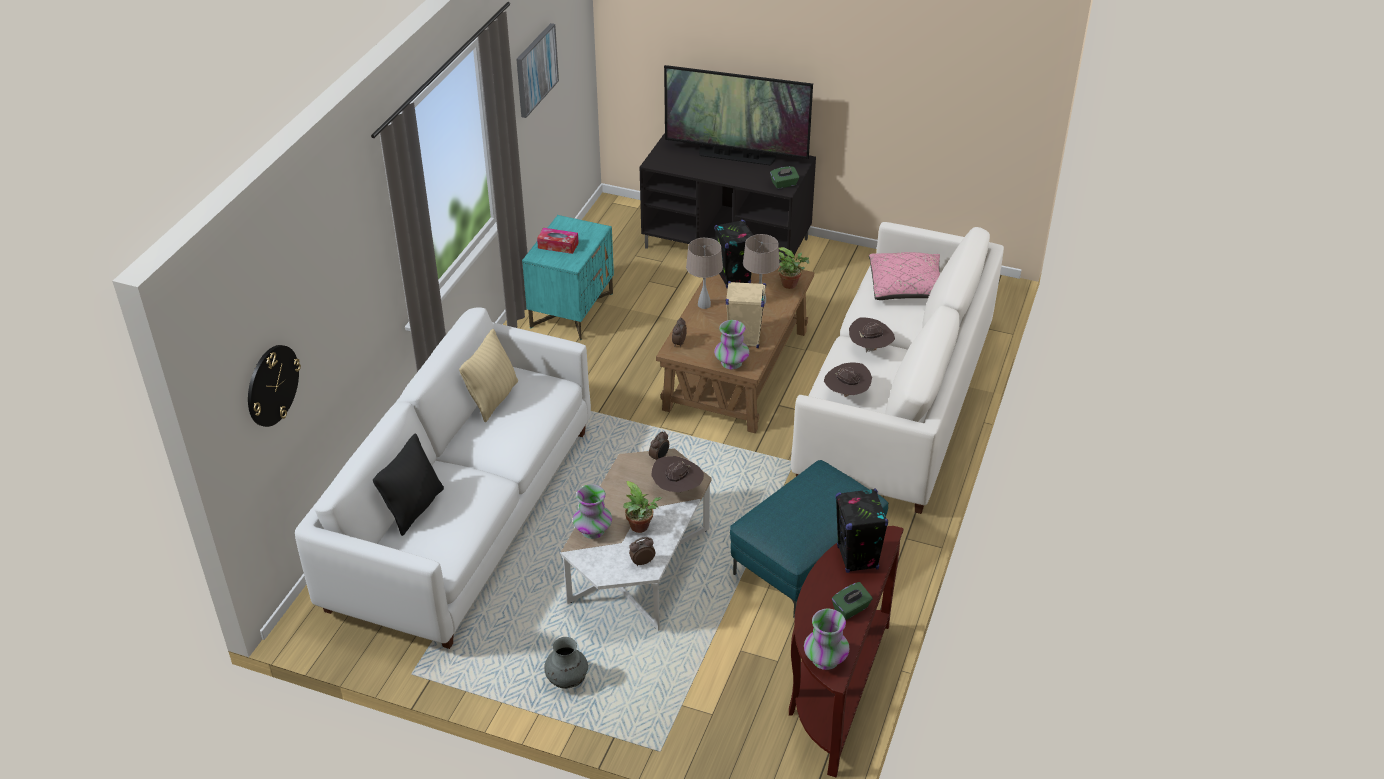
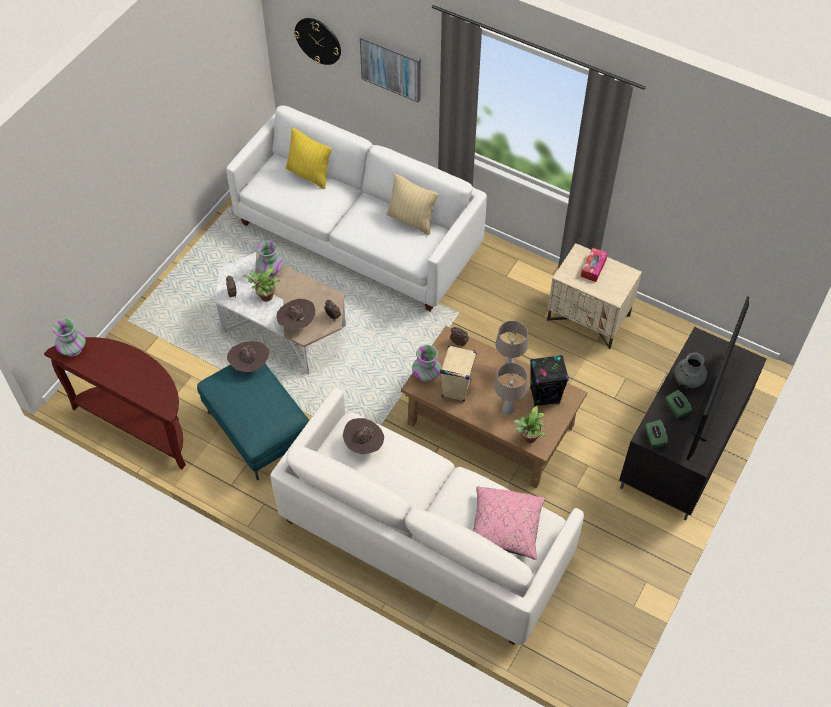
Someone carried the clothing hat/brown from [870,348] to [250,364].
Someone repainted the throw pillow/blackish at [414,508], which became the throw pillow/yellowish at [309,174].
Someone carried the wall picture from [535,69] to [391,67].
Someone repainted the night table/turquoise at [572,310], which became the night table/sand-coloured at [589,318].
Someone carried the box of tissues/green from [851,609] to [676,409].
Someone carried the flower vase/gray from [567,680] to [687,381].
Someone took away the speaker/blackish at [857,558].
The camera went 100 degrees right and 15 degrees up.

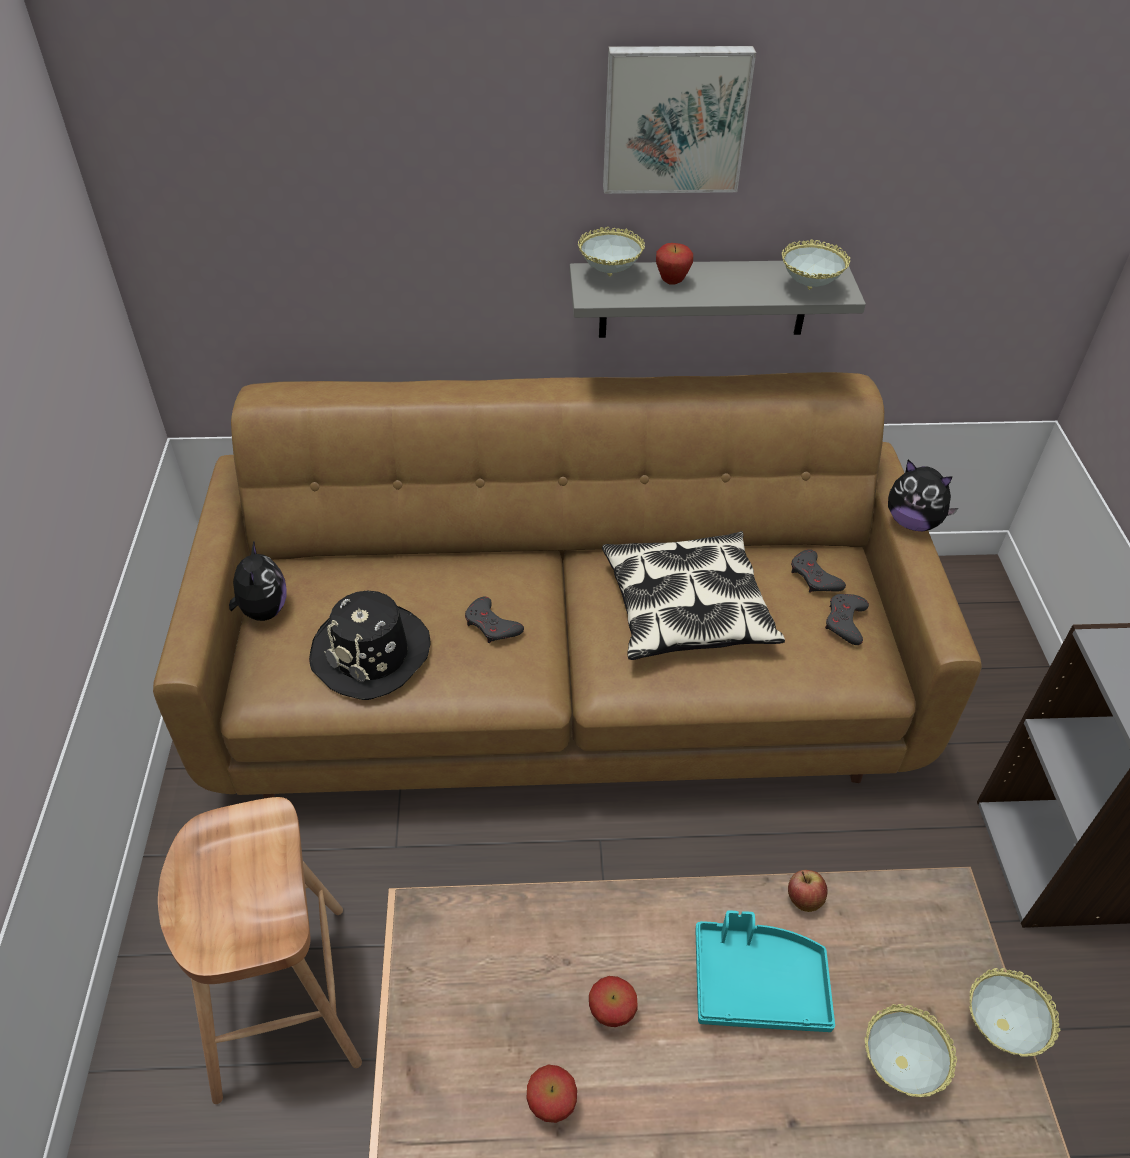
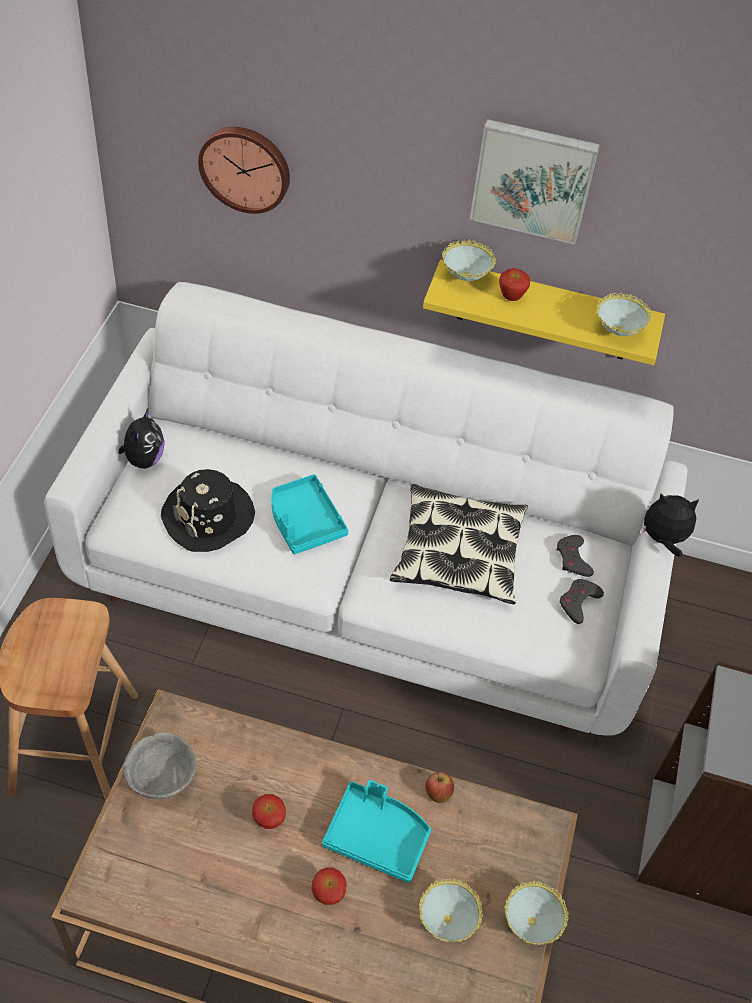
Someone repainted the couch/brown at [563,680], which became the couch/white-coloured at [368,577].
Someone put down the deep dish/gray at [163,779].
Someone put up the clock on the wall at [246,167].
Someone swapped the game controller/gray at [492,625] for the carrying tray/turquoise at [304,522].
Someone carried the apple from [551,1106] to [328,895].
Someone repainted the bracket shelf/gray at [704,299], which became the bracket shelf/yellowish at [545,312].
Someone rotated the cuddly toy at [912,522] by 135 degrees clockwise.
The camera went 15 degrees right and 5 degrees up.

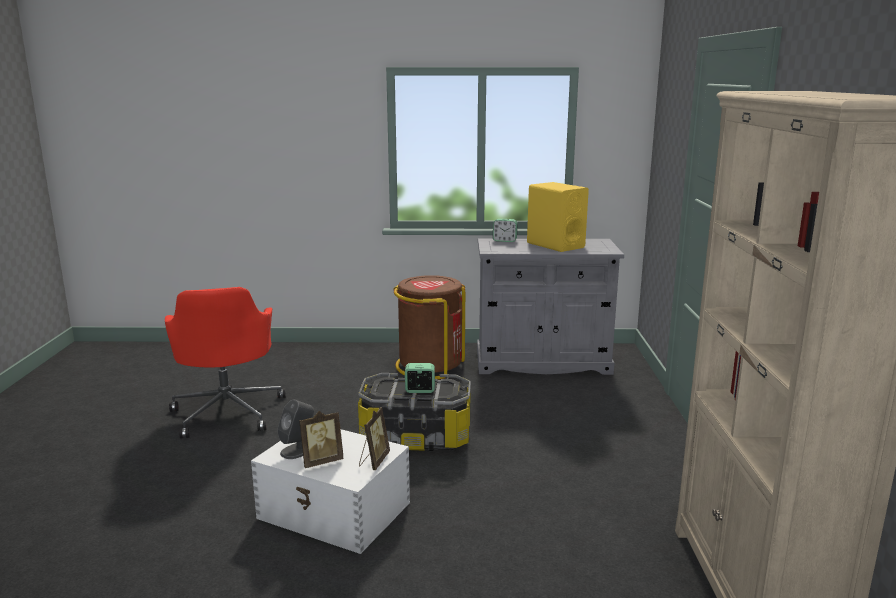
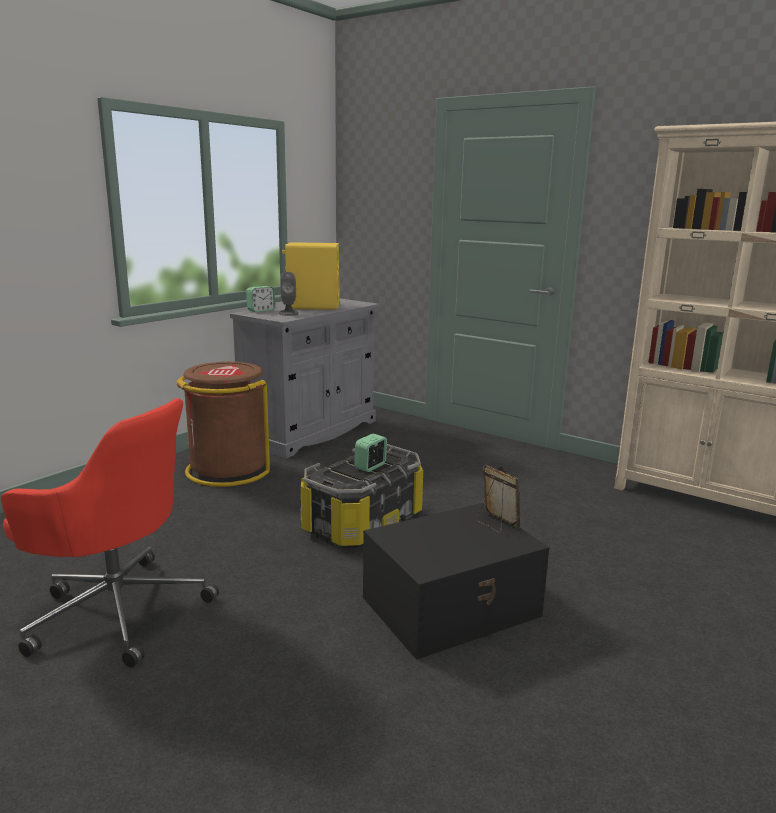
Someone carried the speaker/gray from [298,450] to [288,313].
Someone repainted the storage bin/white-coloured at [335,511], which became the storage bin/blackish at [453,606].
Someone took away the photo frame at [321,461].
The camera went 55 degrees left and 0 degrees up.

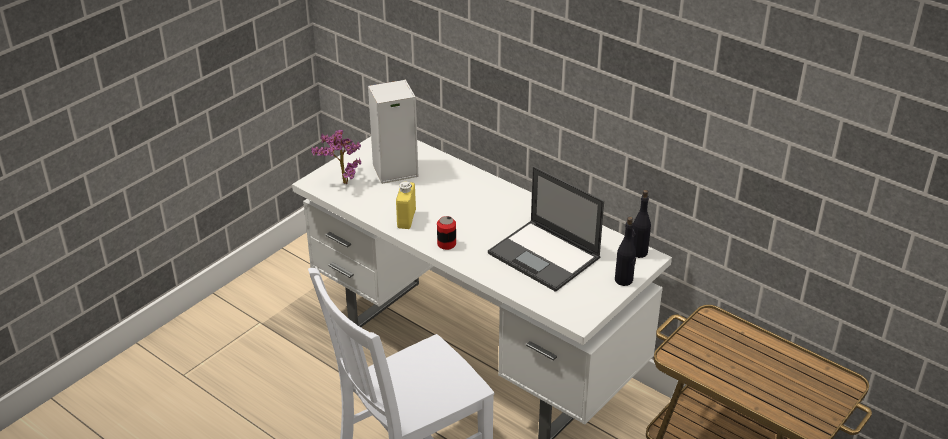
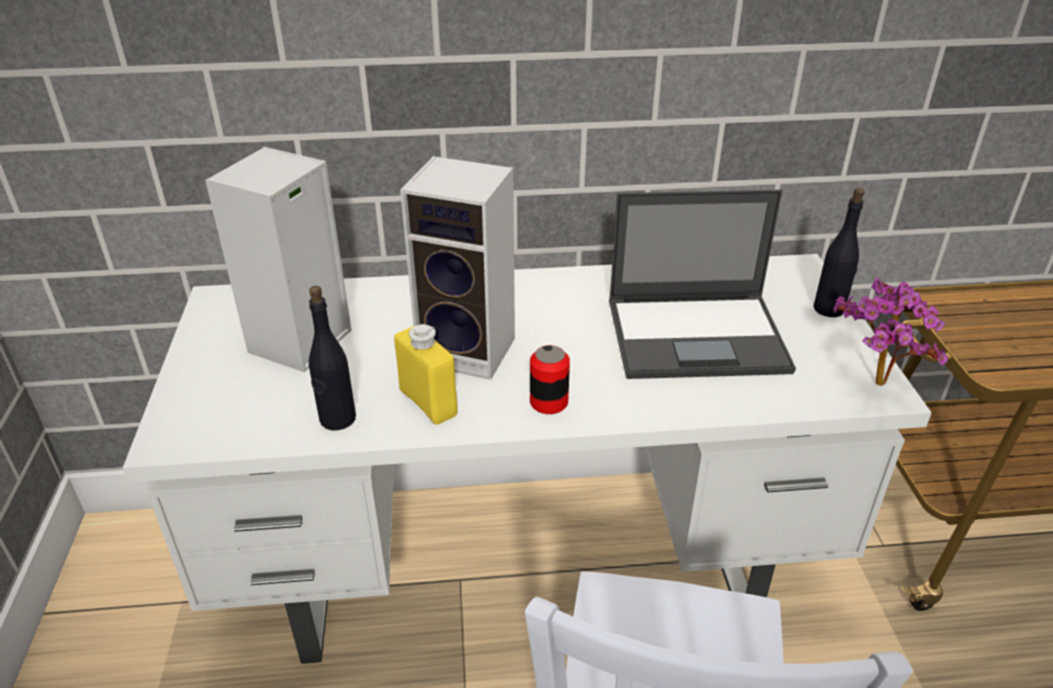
Someone carried the drink bottle/blackish from [638,252] to [337,419].
Someone put down the speaker at [471,350].
Someone carried the houseplant from [341,182] to [873,386].
The camera went 45 degrees left and 0 degrees up.

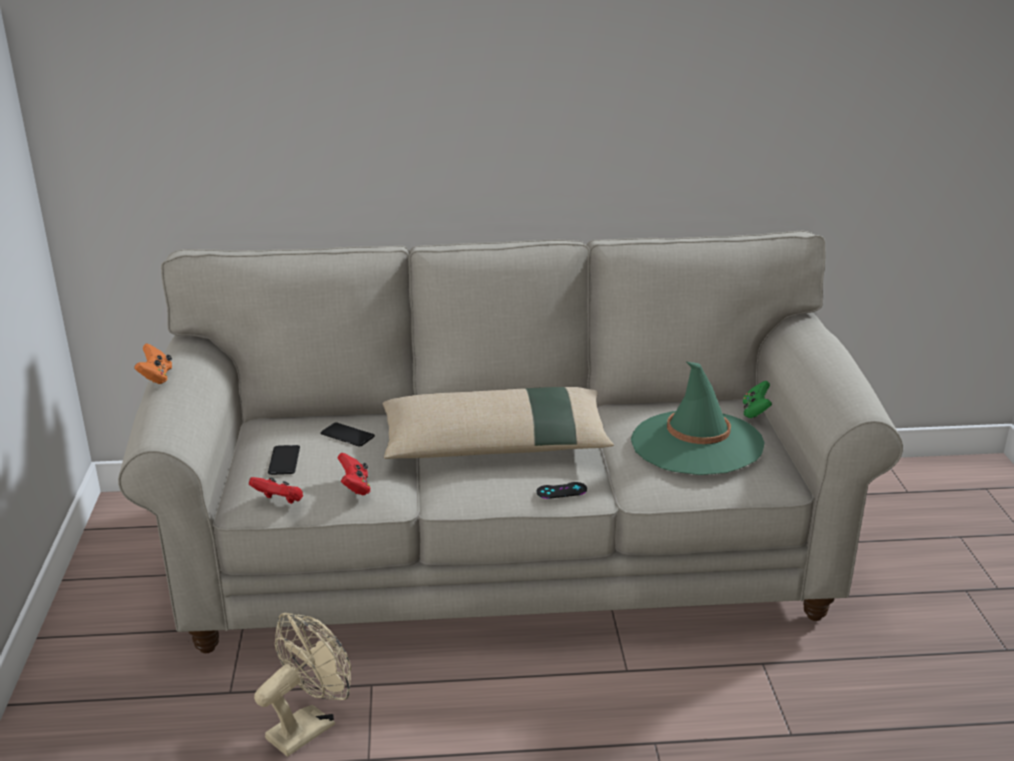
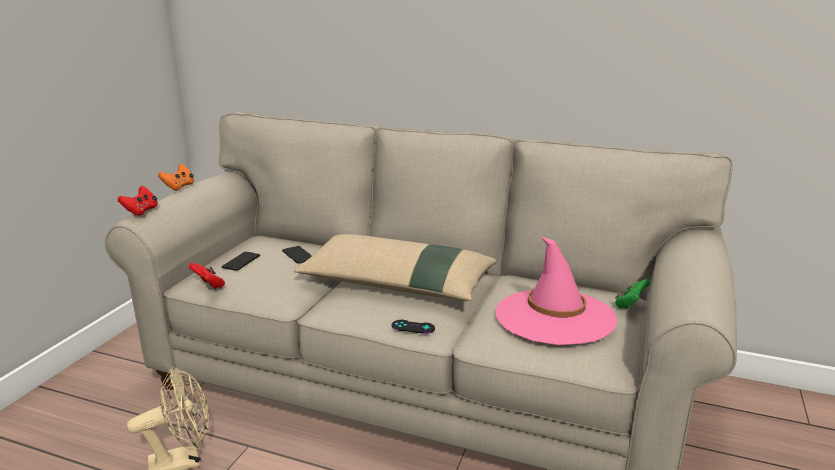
Someone carried the game controller/reddish from [355,487] to [141,211].
Someone repainted the clothing hat/green at [696,443], which became the clothing hat/pink-coloured at [554,317].
The camera went 25 degrees right and 5 degrees down.

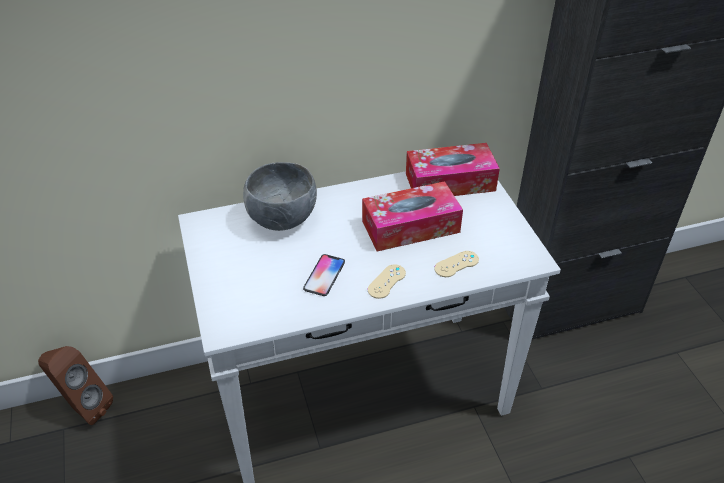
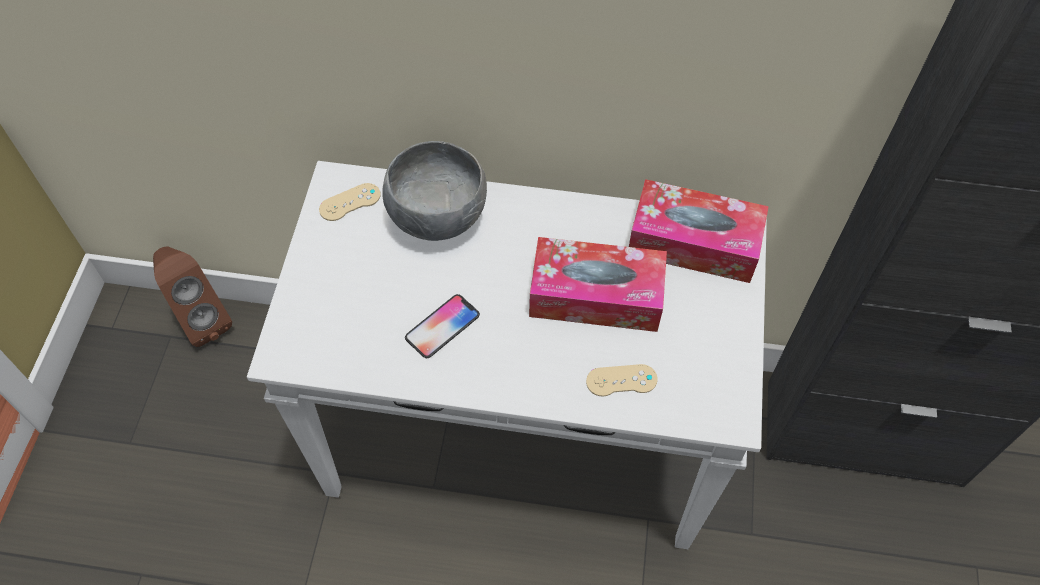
Someone carried the game controller/sand-coloured from [386,281] to [350,202].
The camera went 25 degrees right and 15 degrees up.

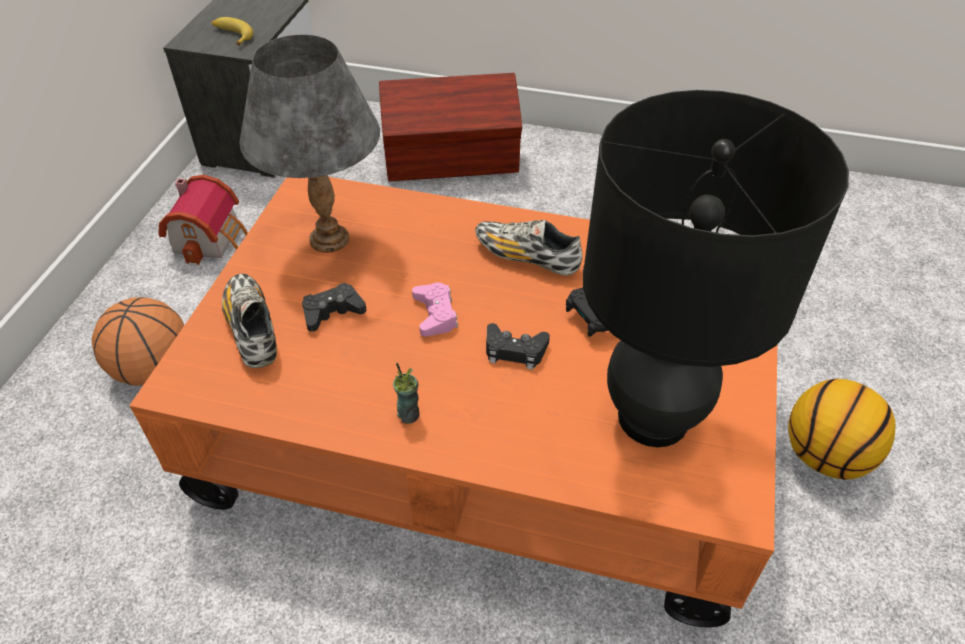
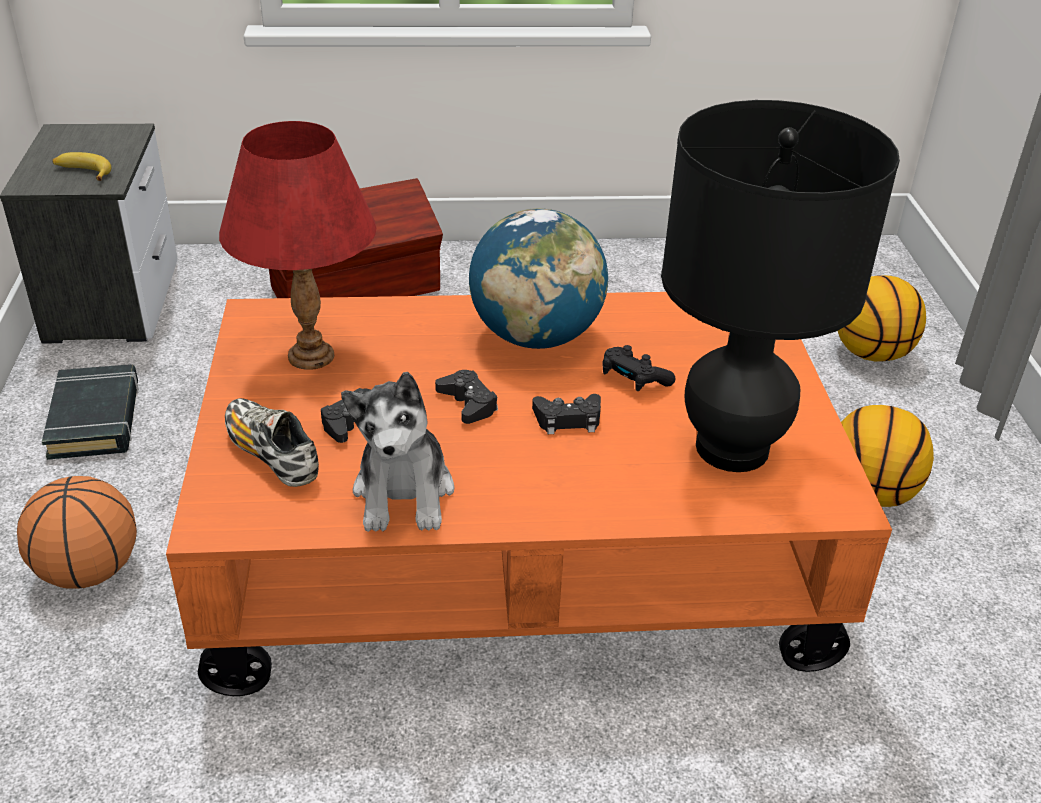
Someone swapped the miniature house at [211,238] for the bound book/blackish at [95,419].
Someone repainted the tabletop lamp/gray at [330,239], which became the tabletop lamp/reddish at [312,356].
Someone put down the cuddly toy at [404,493].
Someone repainted the game controller/pink-coloured at [435,314], which became the game controller/blackish at [468,403].
Someone swapped the item of footwear at [526,257] for the globe at [536,336].
Someone put down the basketball at [871,353].
Someone took away the drinking cup at [409,414].
The camera went 20 degrees left and 10 degrees down.

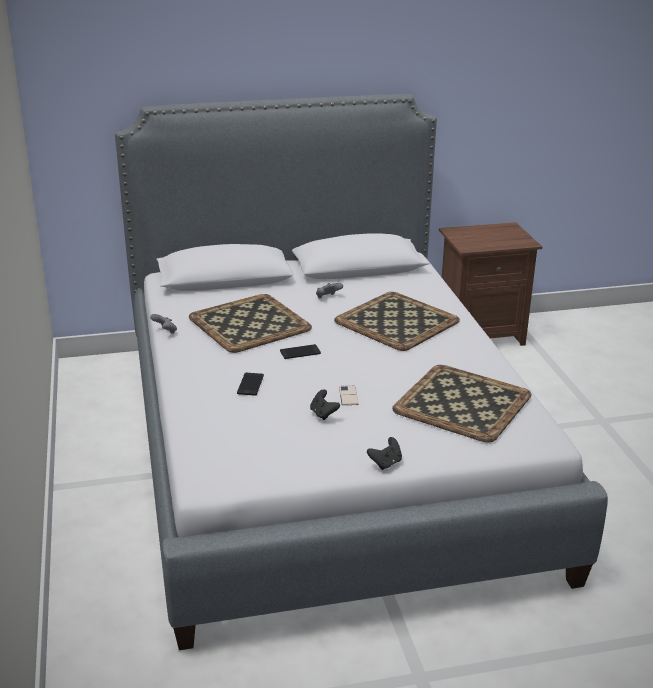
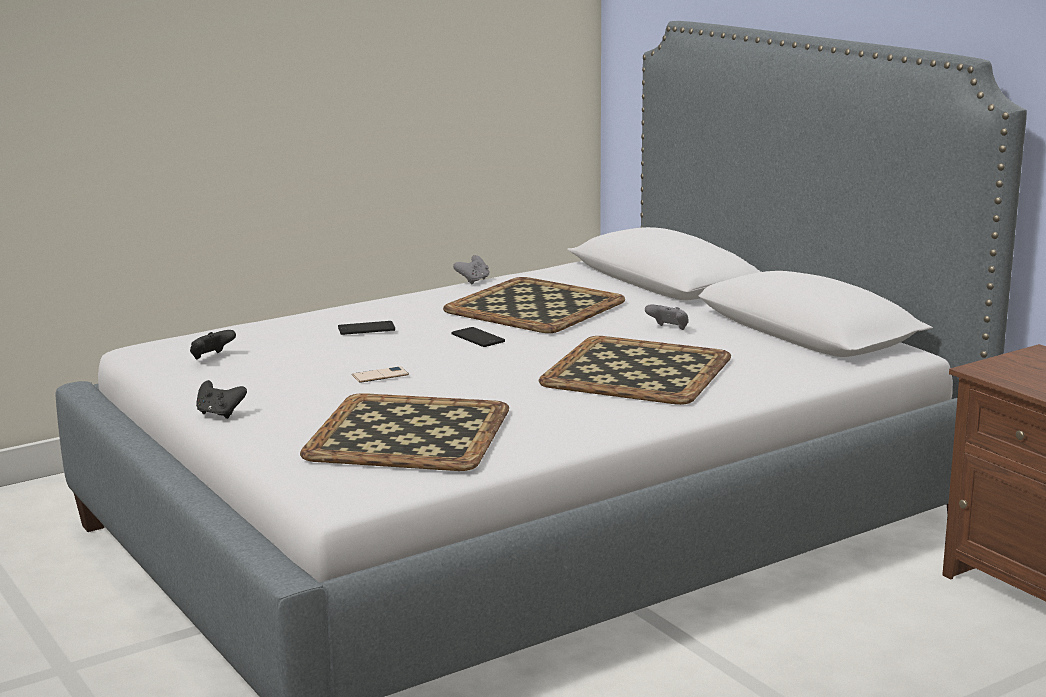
Someone carried the game controller/blackish from [323,414] to [211,357].
The camera went 70 degrees right and 10 degrees down.

